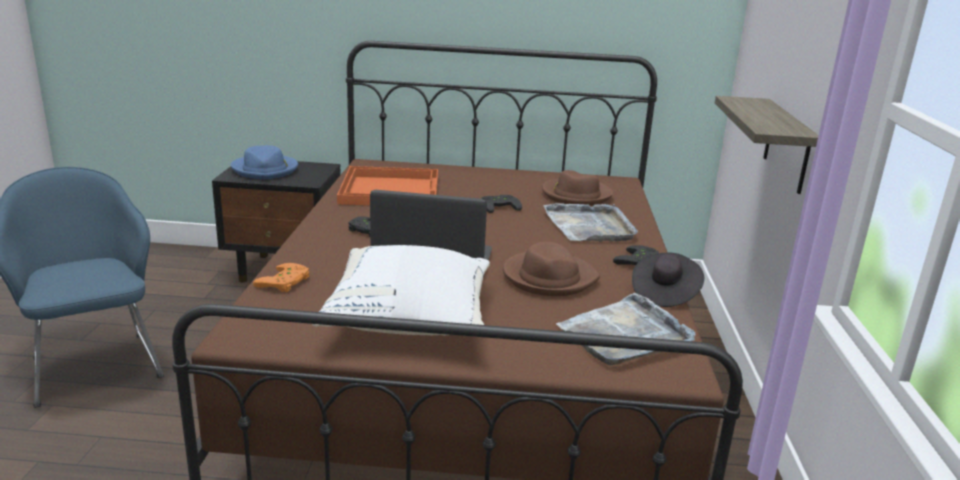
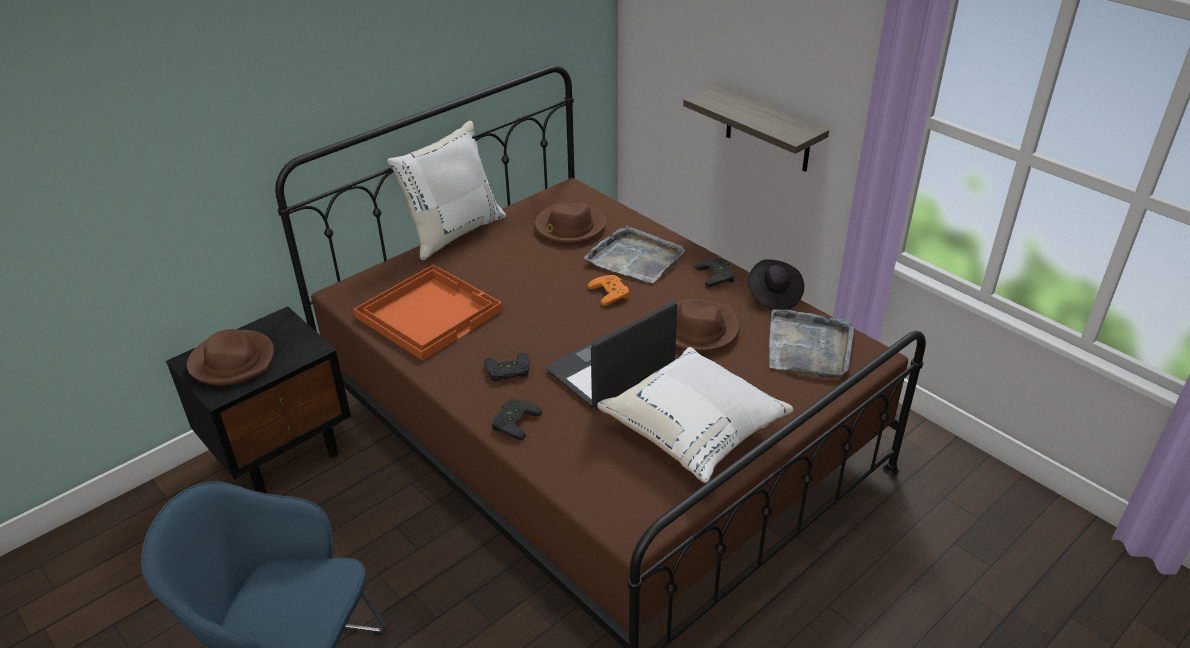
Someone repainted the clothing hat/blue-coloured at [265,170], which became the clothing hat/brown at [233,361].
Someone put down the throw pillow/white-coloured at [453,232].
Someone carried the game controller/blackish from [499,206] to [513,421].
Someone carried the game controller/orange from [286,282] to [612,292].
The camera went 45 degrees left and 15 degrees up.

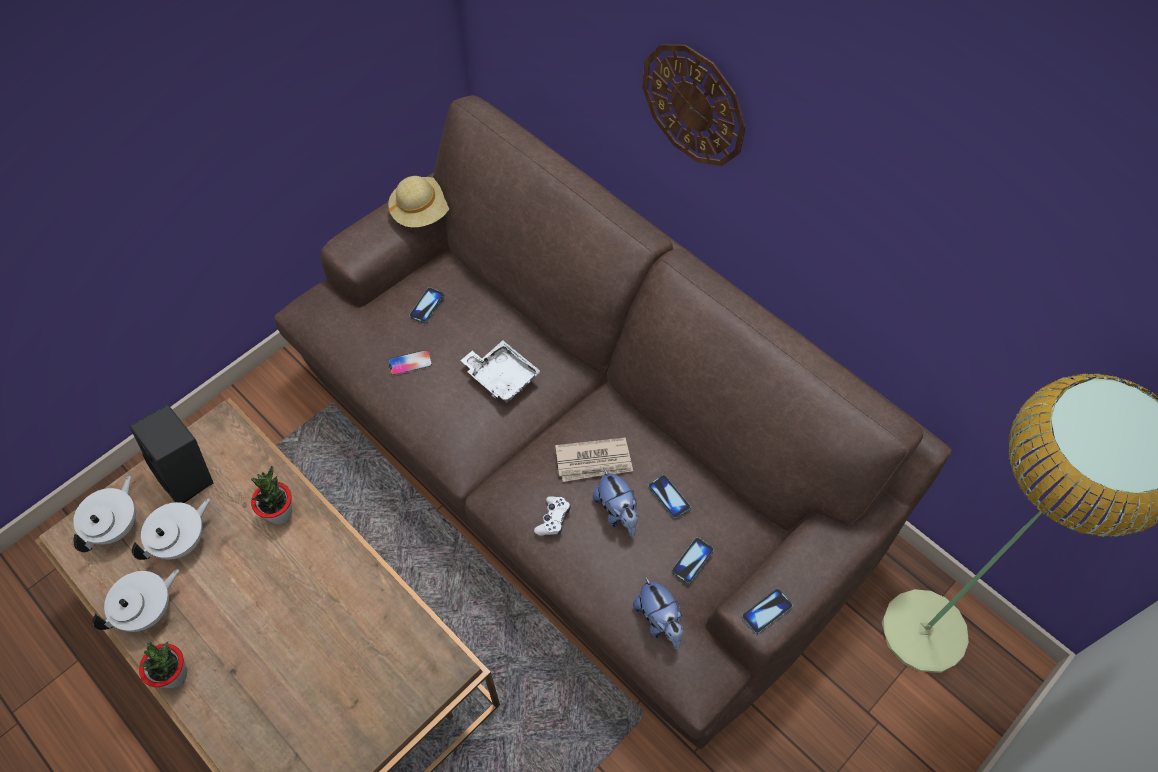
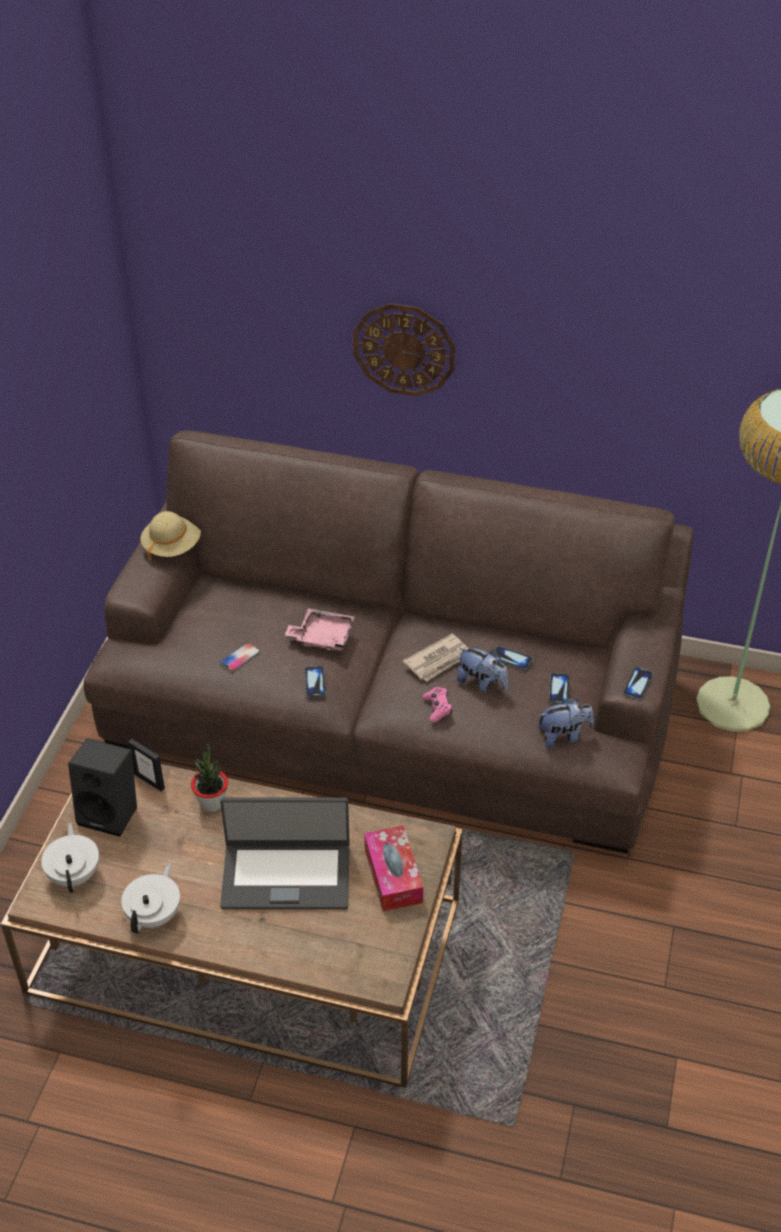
Someone put down the photo frame at [149,781].
Someone put down the laptop at [286,875].
Someone repainted the carrying tray/white-coloured at [501,376], which became the carrying tray/pink-coloured at [322,636].
Someone carried the phone from [427,306] to [315,682].
Someone put down the box of tissues at [393,875].
Someone repainted the game controller/white-coloured at [553,519], which became the game controller/pink-coloured at [437,708].
Someone rotated the cuddly toy at [659,621] by 45 degrees counterclockwise.
Someone took away the teapot/white-coloured at [183,541].
Someone took away the houseplant at [174,674].
The camera went 30 degrees left and 15 degrees down.

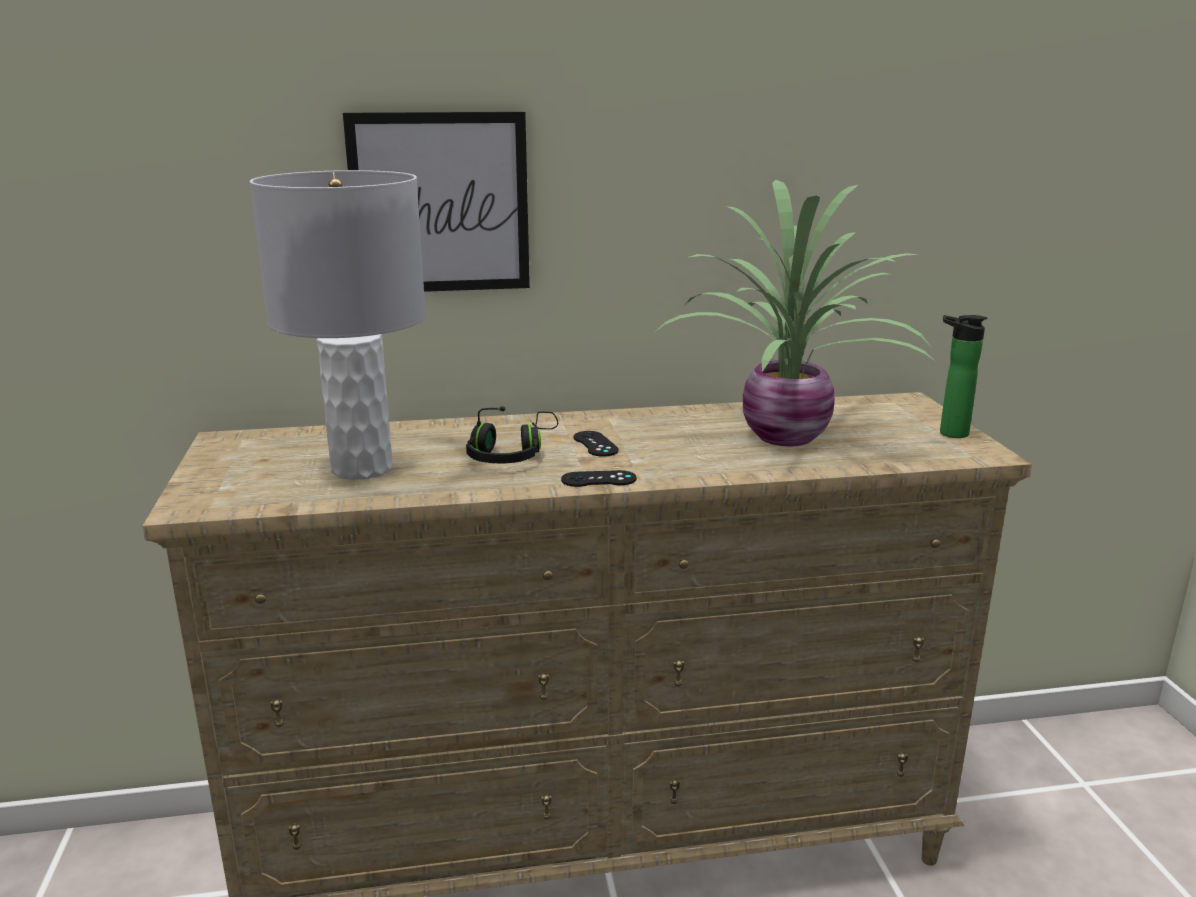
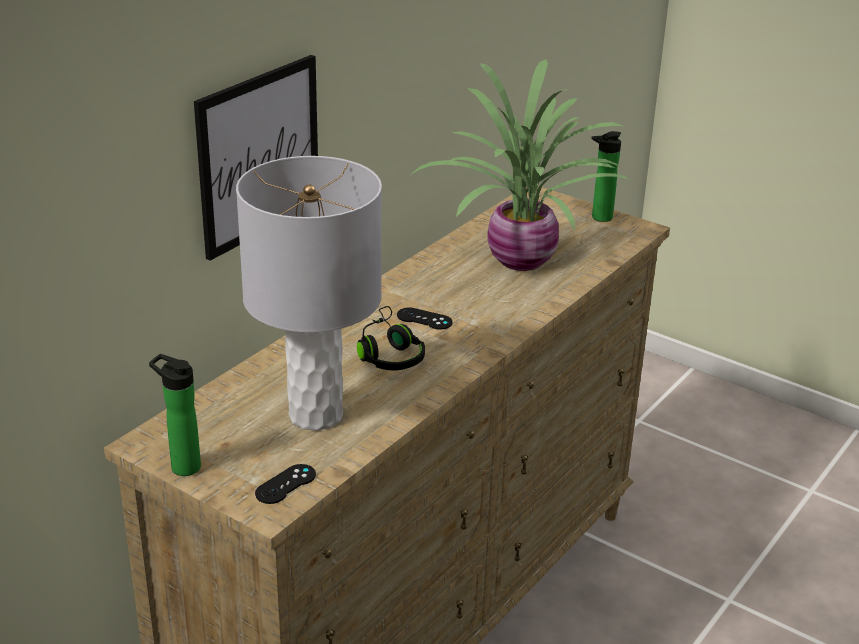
Someone put down the drink bottle at [182,466].
Someone carried the game controller/blackish from [598,479] to [285,484].
The camera went 45 degrees left and 10 degrees up.

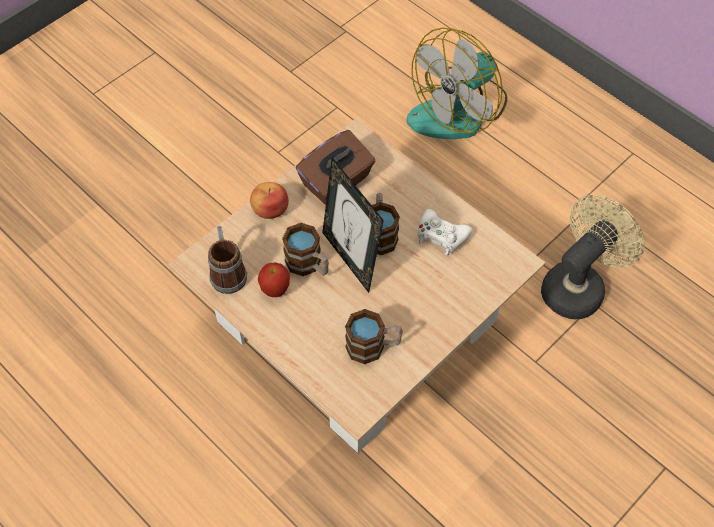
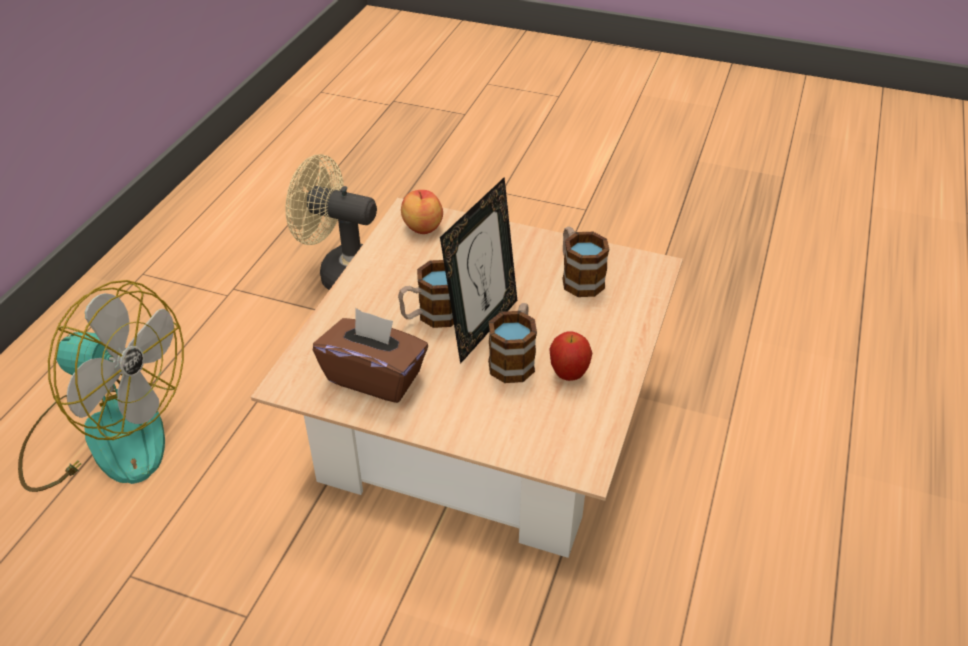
Someone carried the apple from [270,209] to [421,227].
Someone took away the coffee mug at [227,272].
Someone took away the game controller/white-coloured at [441,236].
The camera went 115 degrees left and 15 degrees down.

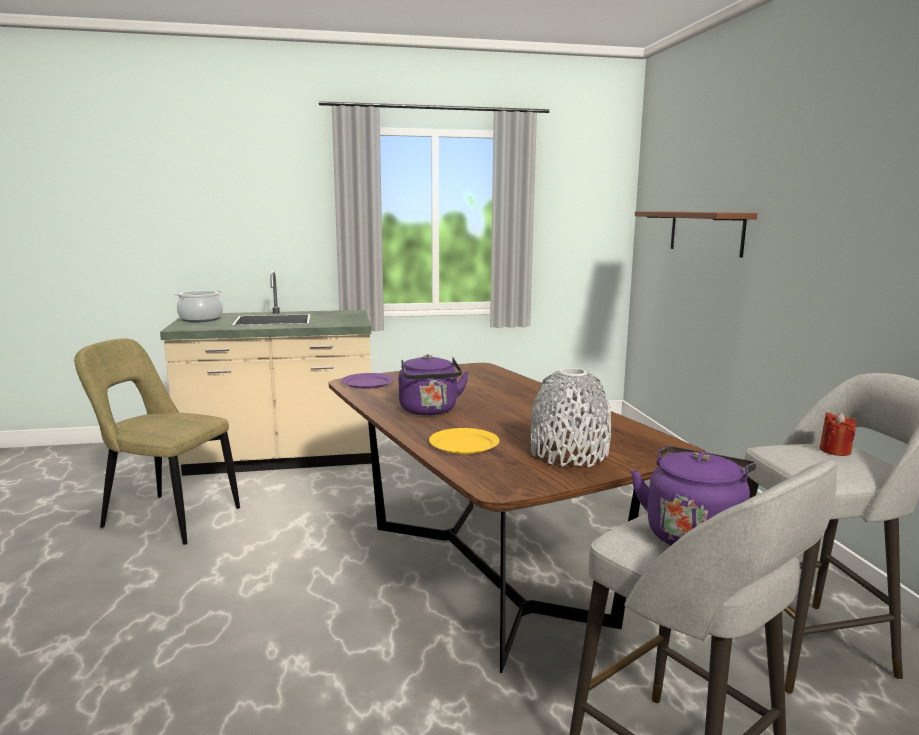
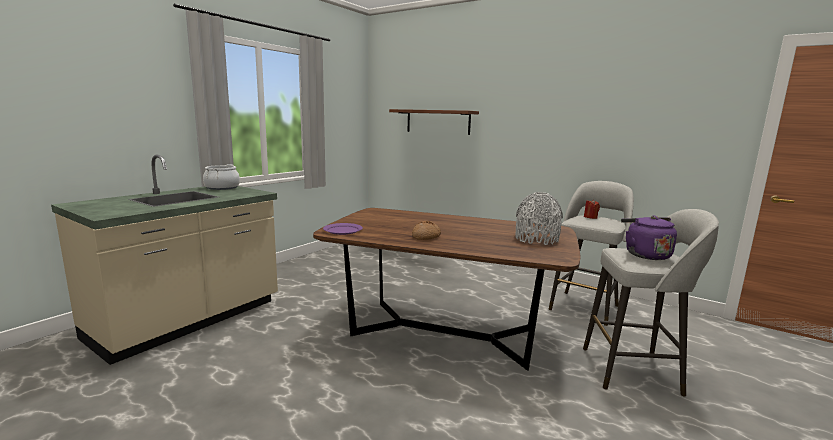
Someone carried the cooking pot from [200,319] to [222,187].
Someone swapped the water kettle/purplish at [429,411] for the bread at [426,236].
Someone took away the plain chair/sand-coloured at [166,517].
Someone took away the dinner plate/yellowish at [463,444].
The camera went 45 degrees left and 0 degrees up.

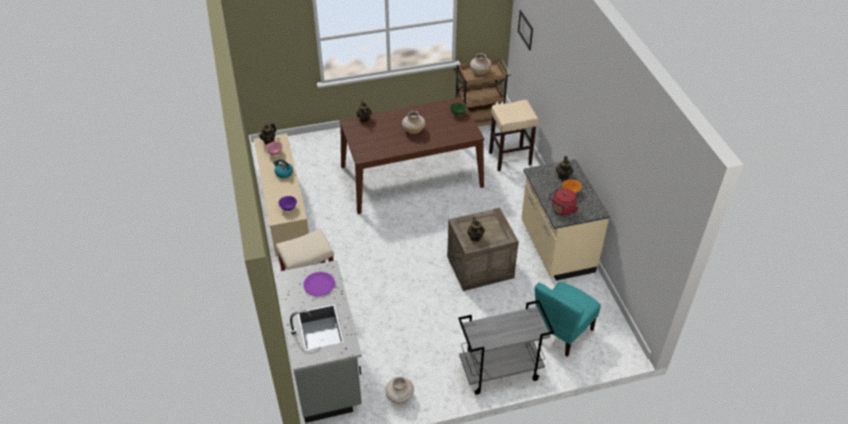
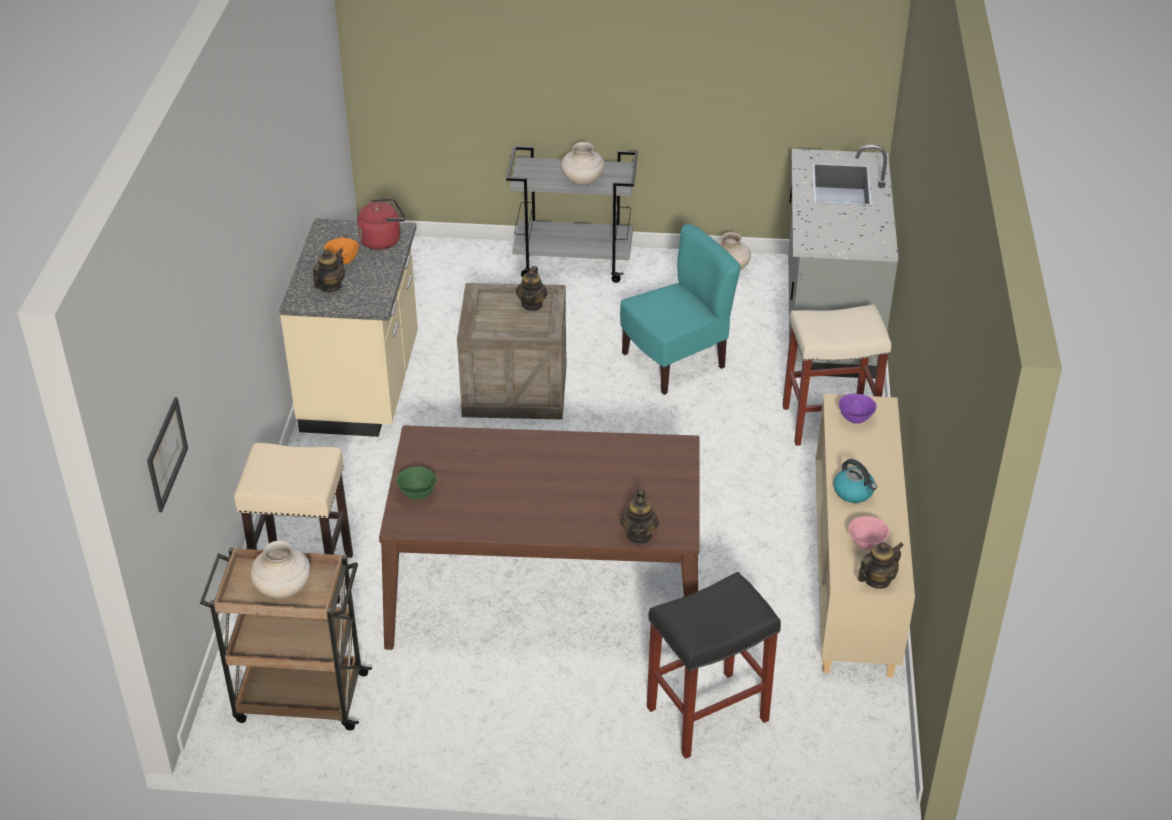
Someone carried the flower vase/sand-coloured from [413,130] to [582,181].
Someone carried the plain chair/turquoise from [562,332] to [674,362].
Someone put down the sitting stool/blackish at [708,713].
Someone took away the dinner plate/purplish at [319,284].
The camera went 160 degrees left and 5 degrees down.

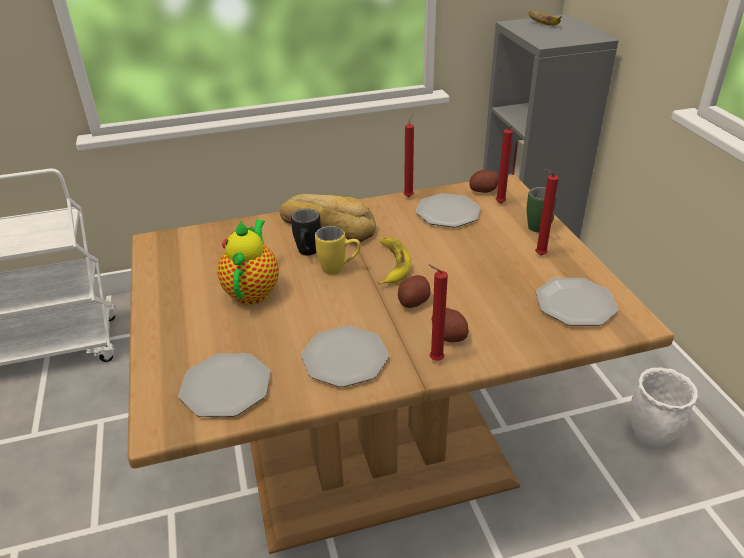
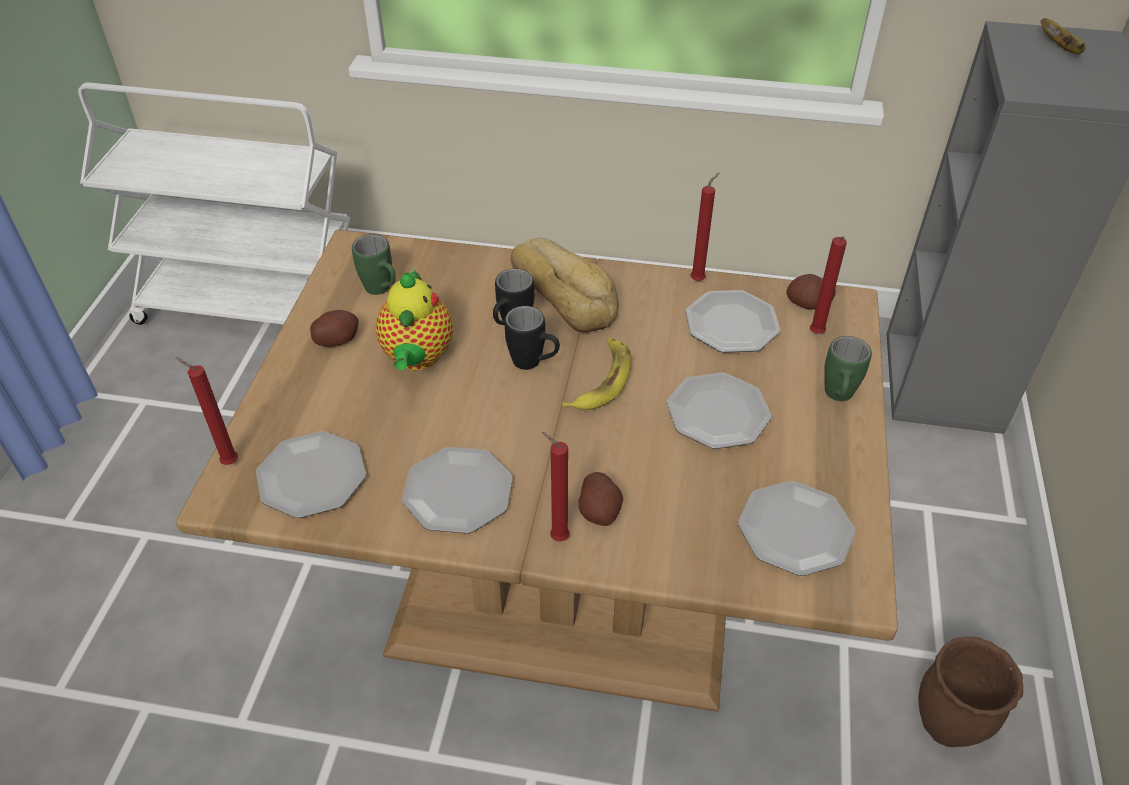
Someone carried the wax candle/reddish from [538,255] to [227,462].
Someone carried the potato from [413,301] to [337,339].
Someone put down the coffee mug/green at [382,291].
Someone rotated the teapot at [253,290] by 150 degrees clockwise.
Someone repainted the coffee mug/yellowish at [339,269], which became the coffee mug/blackish at [534,364].
Someone put down the dinner plate at [719,413].
Someone repainted the planter/white-coloured at [652,436], which became the planter/brown at [948,725].
The camera went 25 degrees right and 10 degrees up.

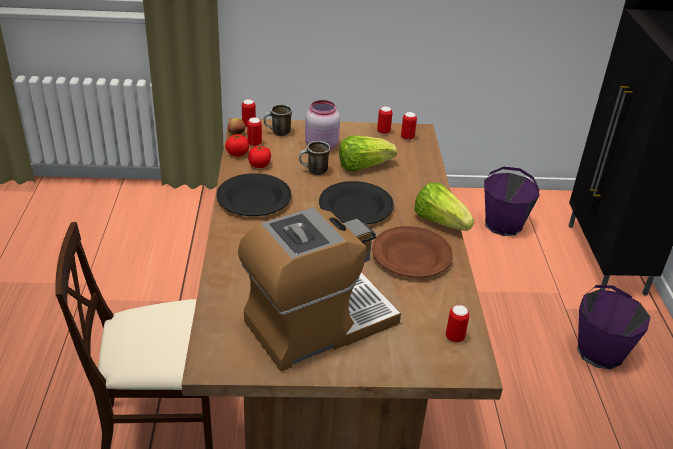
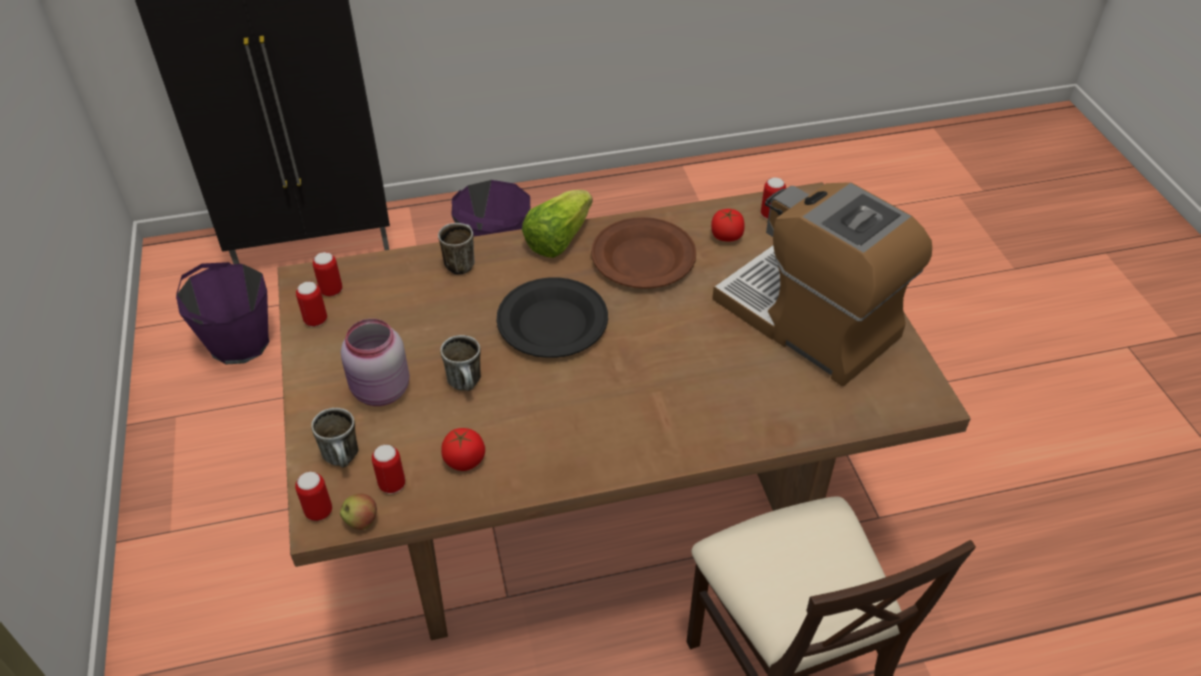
Someone put down the coffee mug at [461,262].
Someone carried the tomato from [237,153] to [726,236].
Someone took away the dinner plate/blackish at [253,199].
Someone took away the lettuce at [363,166].
The camera went 100 degrees left and 10 degrees up.

